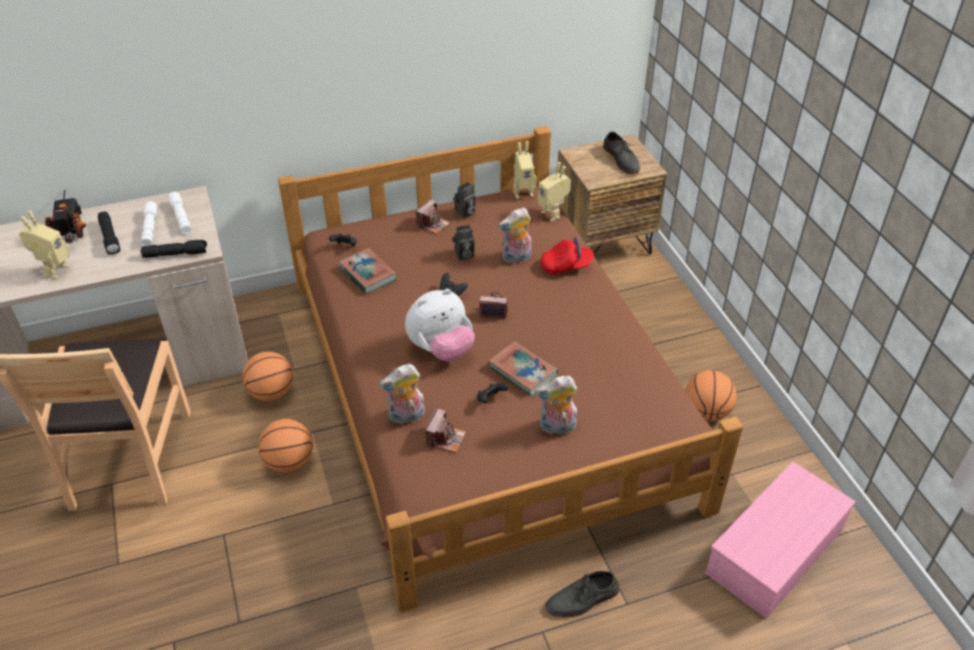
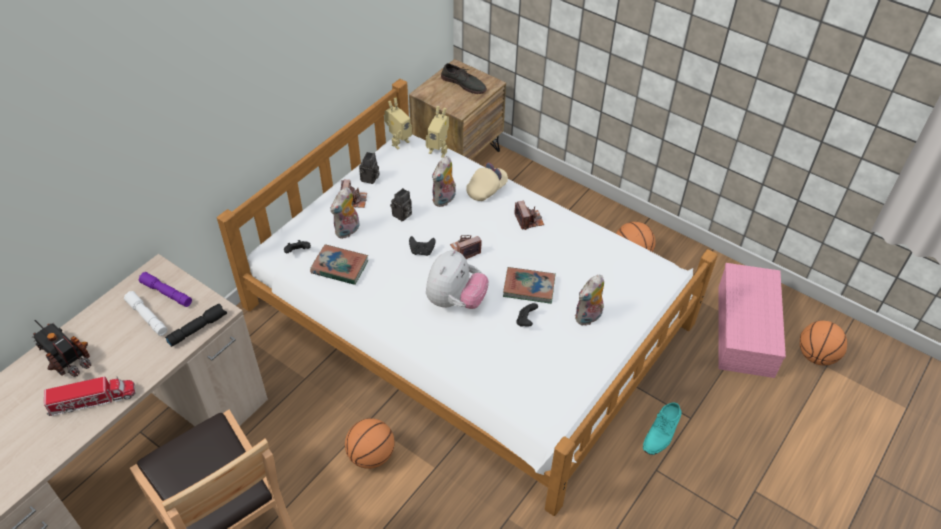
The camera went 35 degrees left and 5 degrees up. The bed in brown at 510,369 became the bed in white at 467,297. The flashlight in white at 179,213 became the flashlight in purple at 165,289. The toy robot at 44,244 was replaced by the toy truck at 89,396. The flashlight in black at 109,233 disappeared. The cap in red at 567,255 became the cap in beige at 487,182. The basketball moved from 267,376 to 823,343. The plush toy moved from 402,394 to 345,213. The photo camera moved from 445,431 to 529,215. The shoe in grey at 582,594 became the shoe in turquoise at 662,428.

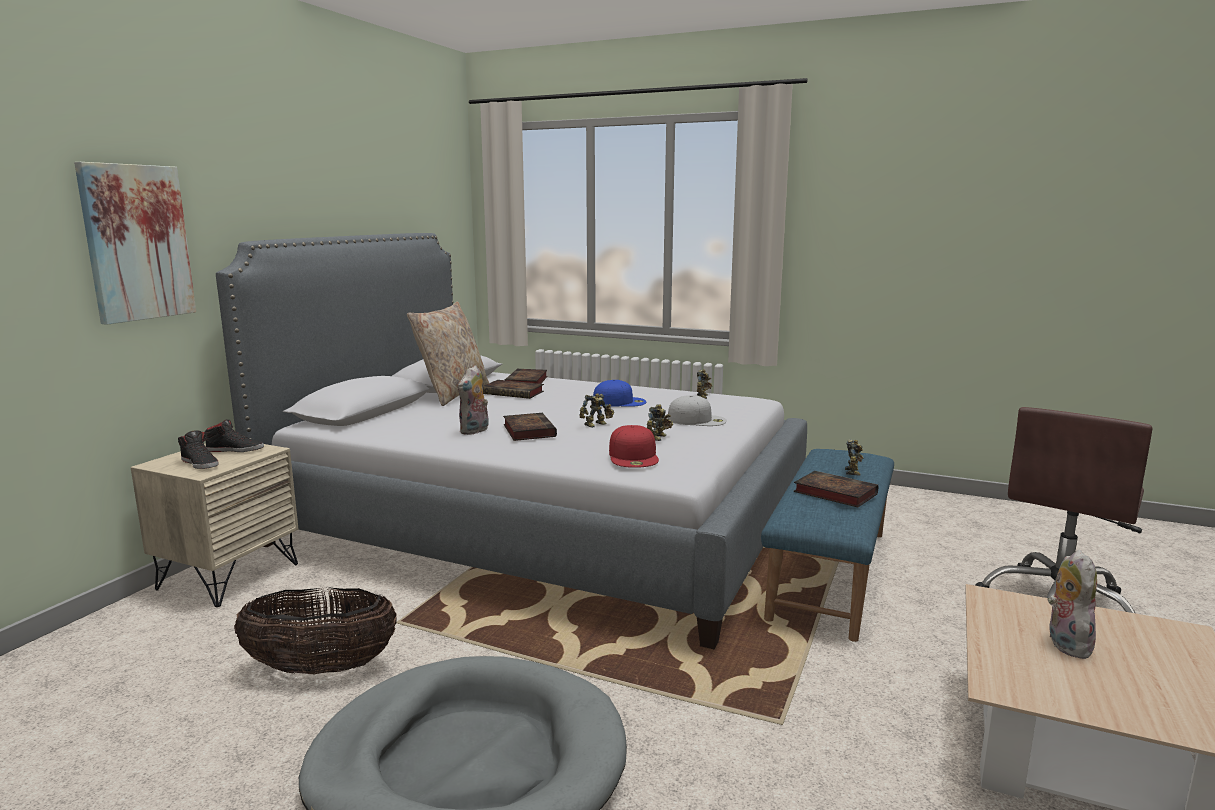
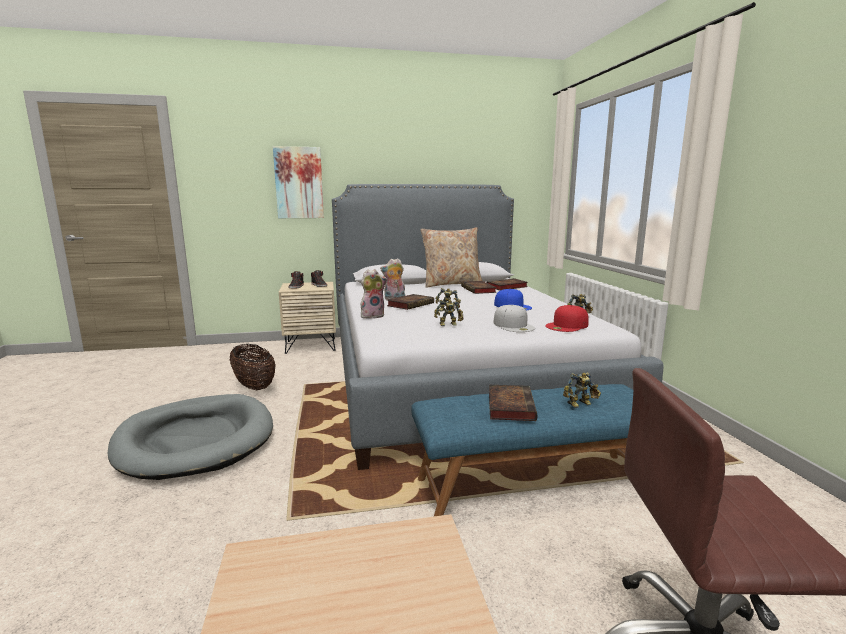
The camera went 55 degrees right and 0 degrees up. The cap in red moved from 634,446 to 567,318. The plush toy moved from 1072,604 to 374,294.

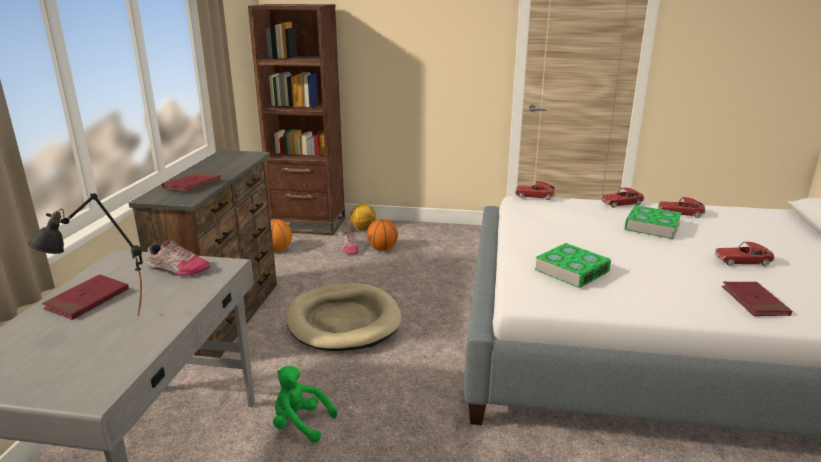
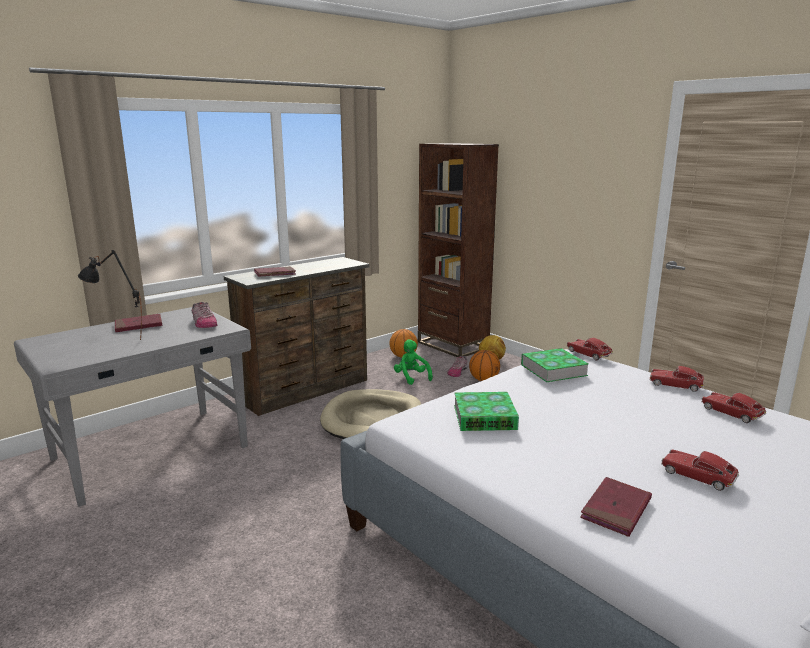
The camera went 40 degrees right and 5 degrees down. The book moved from 653,222 to 555,365. The plush toy in green moved from 305,404 to 413,362.

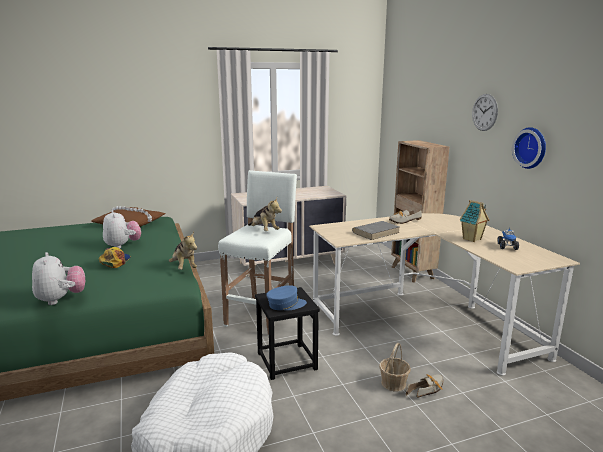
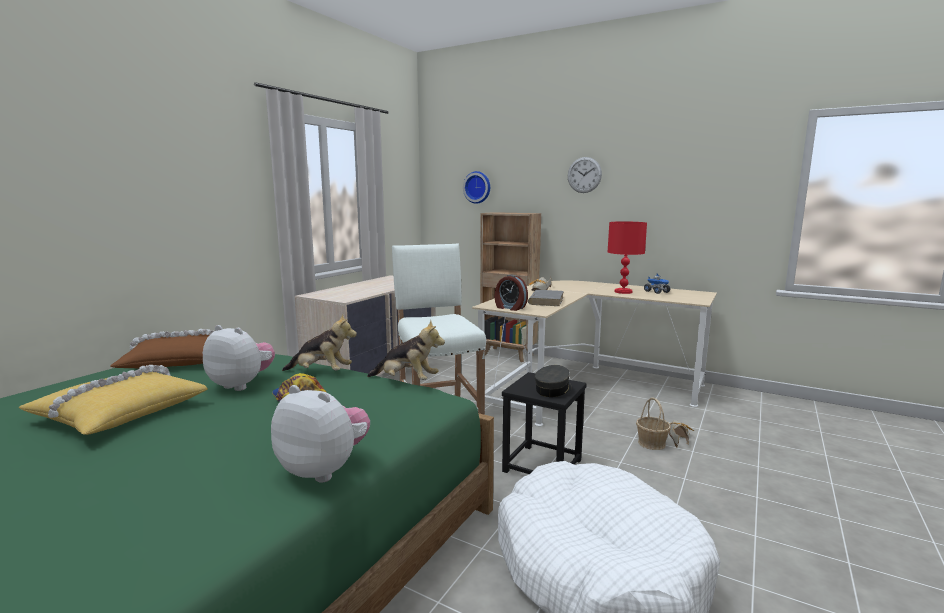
The camera went 40 degrees left and 5 degrees down. The wall clock moved from 529,148 to 476,187. The plush toy moved from 265,214 to 319,342. The toy house at 474,221 was replaced by the table lamp in red at 627,257. The cap in blue at 286,297 became the cap in grey at 553,381. The alarm clock at 511,292 appeared. The pillow in yellow at 113,400 appeared.

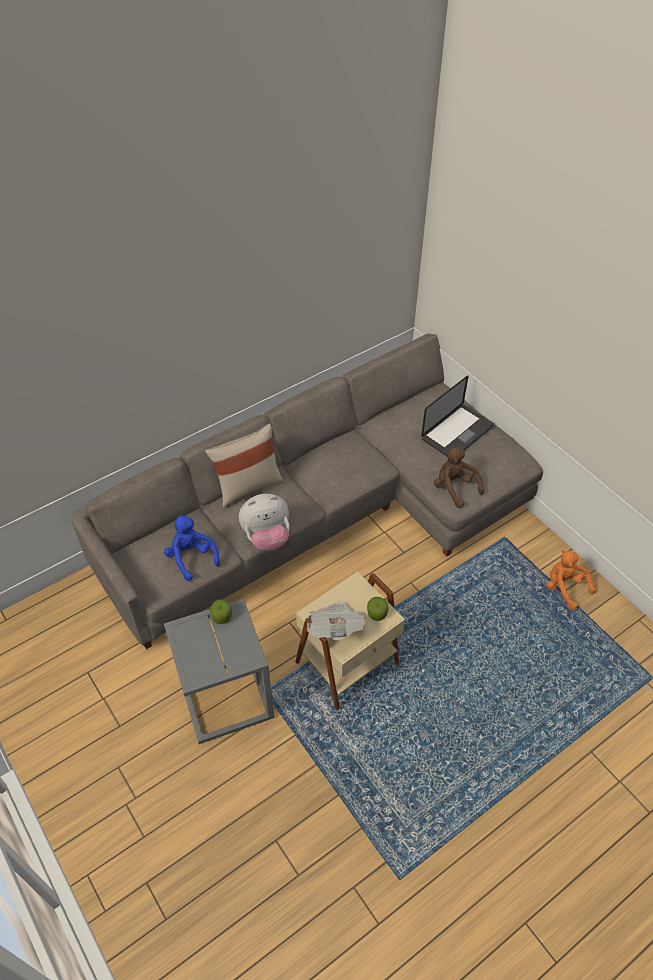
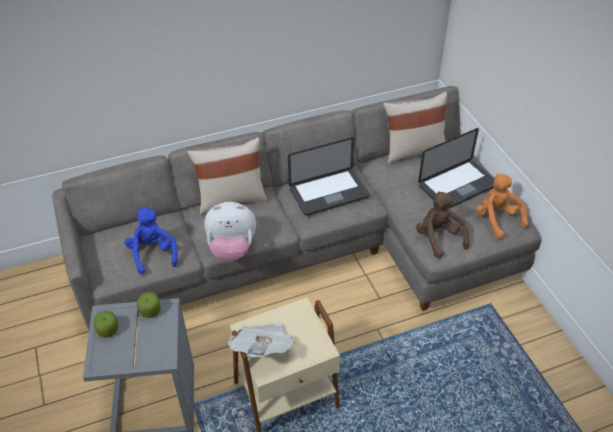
The camera went 15 degrees right and 5 degrees down. The plush toy in orange moved from 571,580 to 502,206. The apple moved from 377,609 to 105,324. The pillow in beige at 415,128 appeared. The laptop at 329,176 appeared.

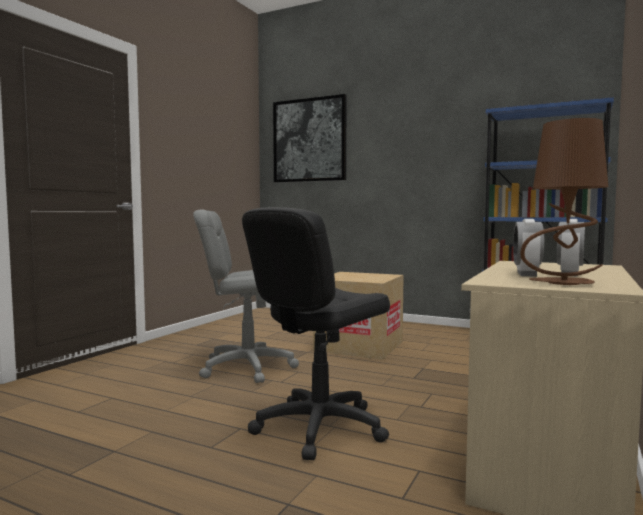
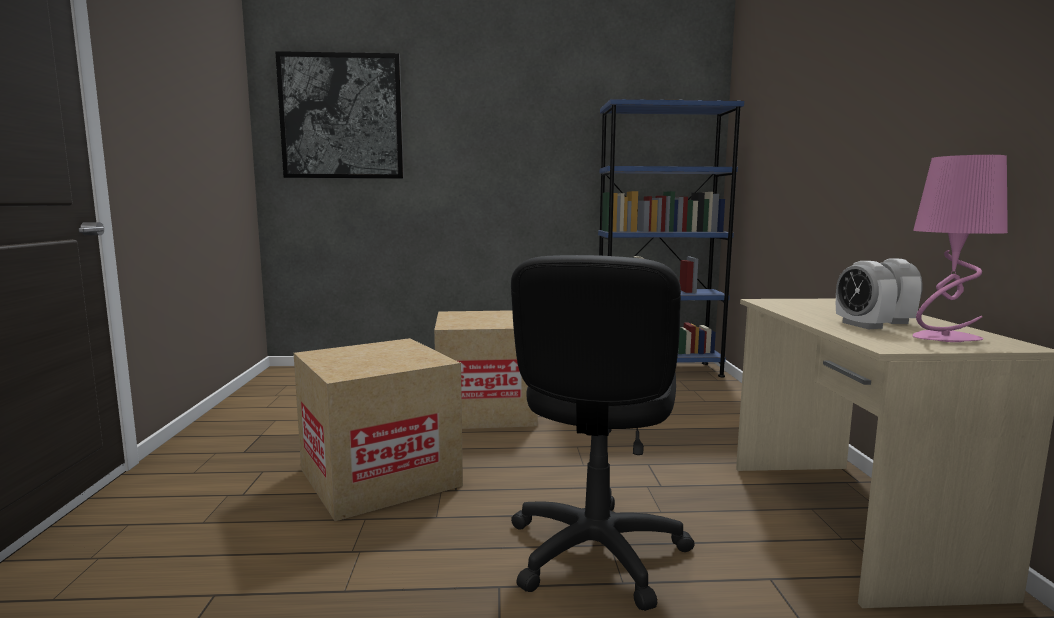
The camera went 30 degrees left and 5 degrees up. The table lamp in brown at 564,201 became the table lamp in pink at 960,248. The office chair in grey at 246,296 was replaced by the cardboard box at 378,429.

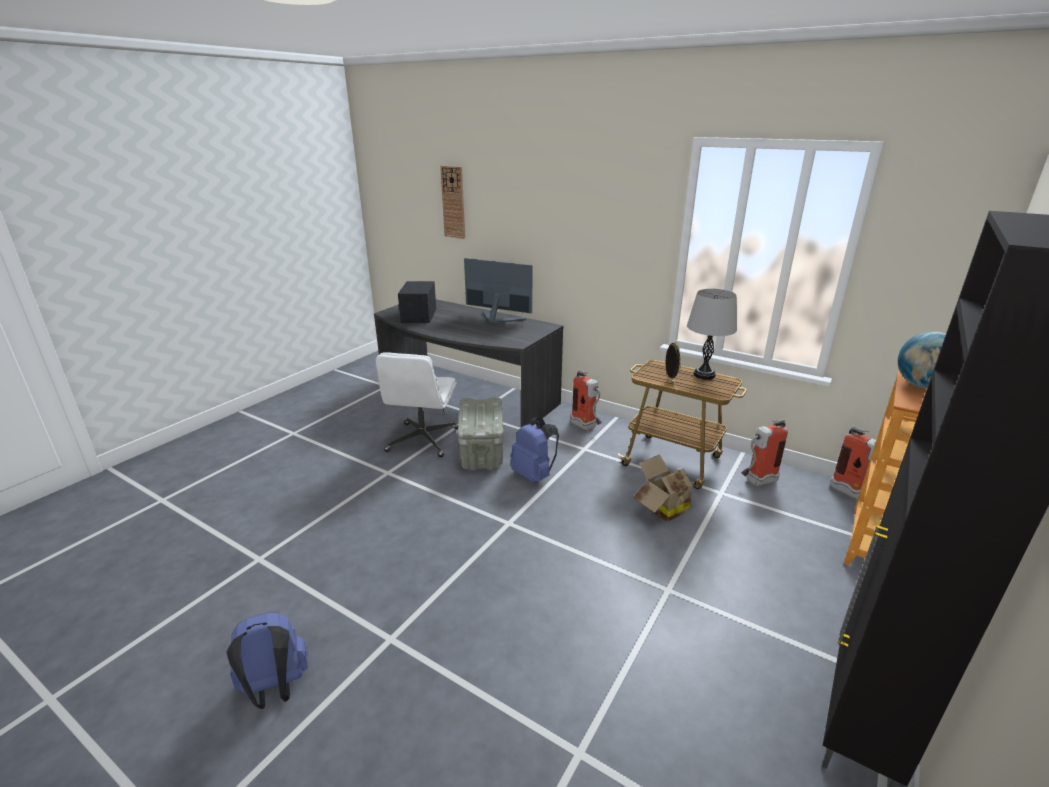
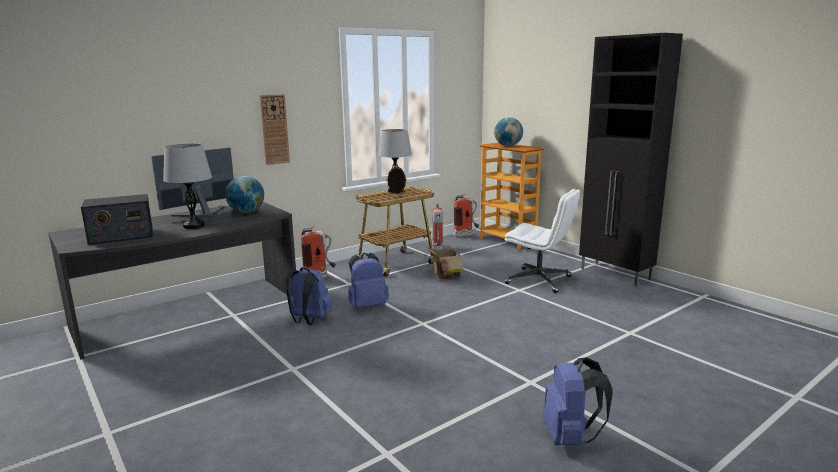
The camera went 70 degrees left and 10 degrees down. The wall clock moved from 452,202 to 275,129. The radio at 417,302 turned 45 degrees counterclockwise. The office chair in white moved from 417,404 to 542,241. The storage box in grey at 480,434 was replaced by the backpack in blue at 308,296. The table lamp in grey at 187,186 appeared. The globe at 244,194 appeared.

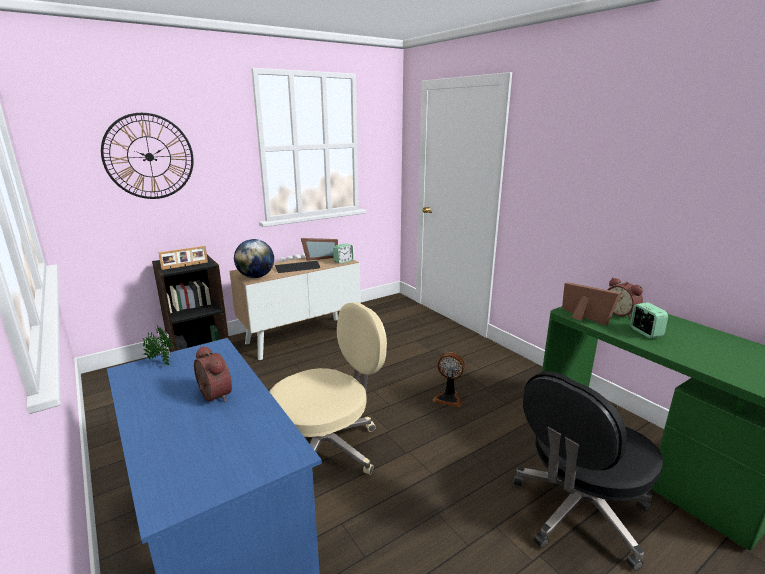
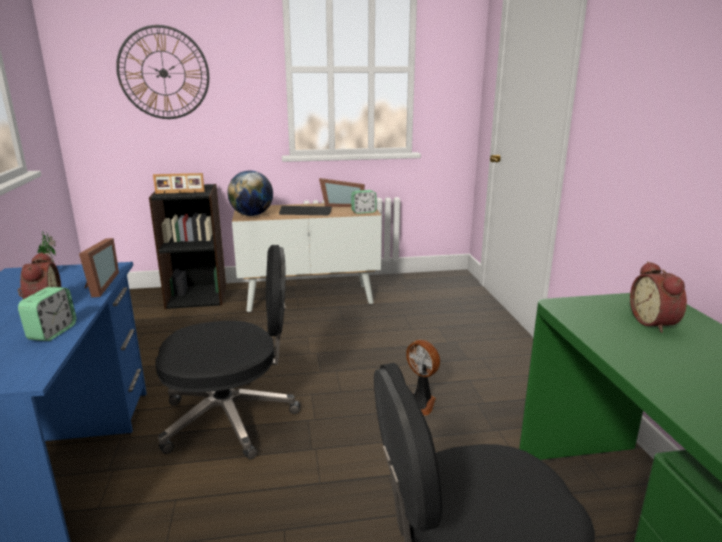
The camera went 25 degrees right and 0 degrees up. The picture frame moved from 591,303 to 99,267. The office chair in beige at 328,388 became the office chair in black at 227,352. The alarm clock moved from 649,320 to 47,314.

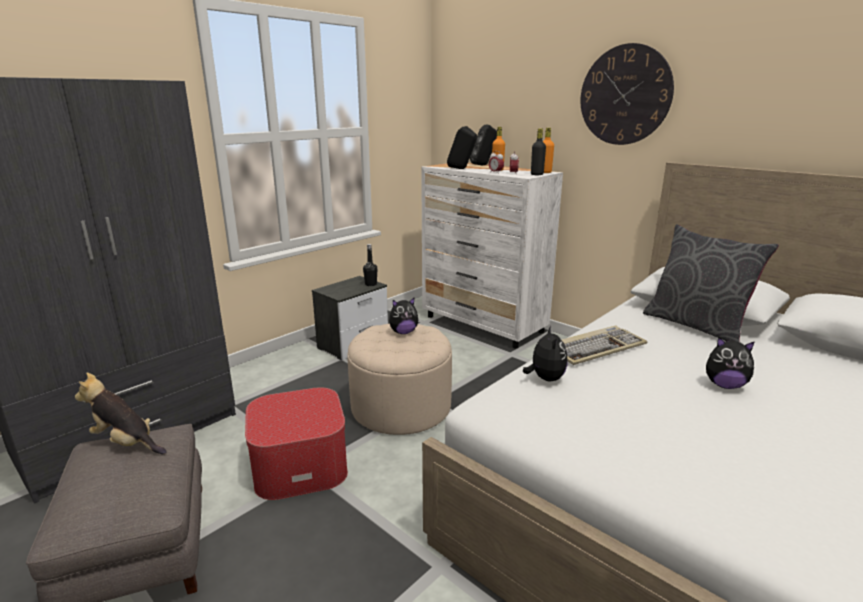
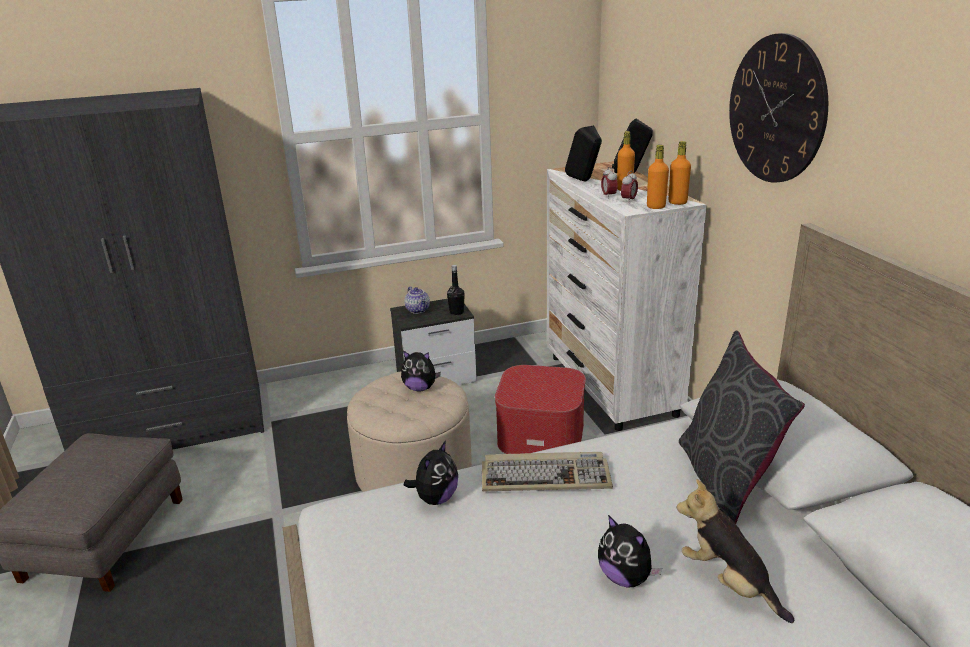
The camera went 30 degrees right and 5 degrees up. The bottle in black at 538,152 became the bottle in orange at 658,177. The plush toy moved from 121,413 to 736,551. The ottoman moved from 296,443 to 540,409. The teapot at 417,300 appeared.

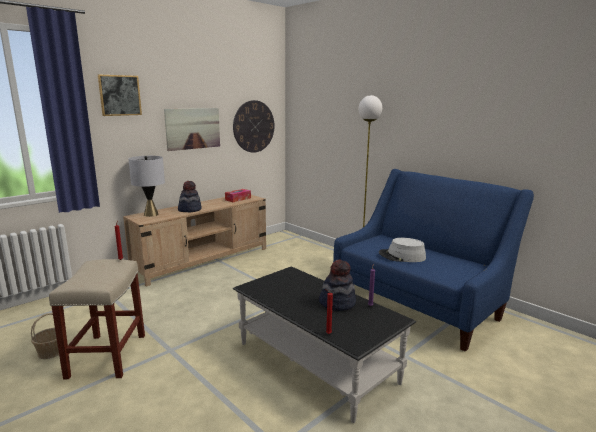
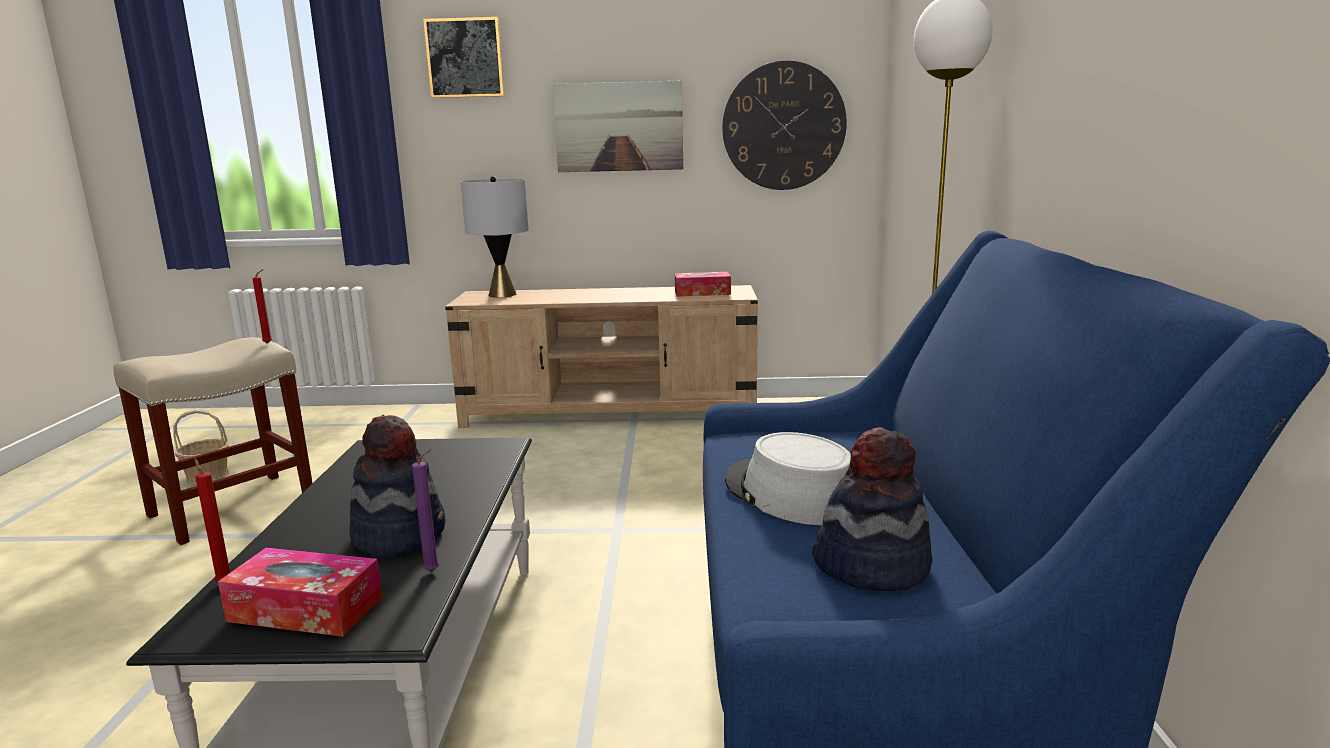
The camera went 45 degrees right and 0 degrees up. The hat moved from 190,196 to 872,509. The tissue box at 300,592 appeared.

